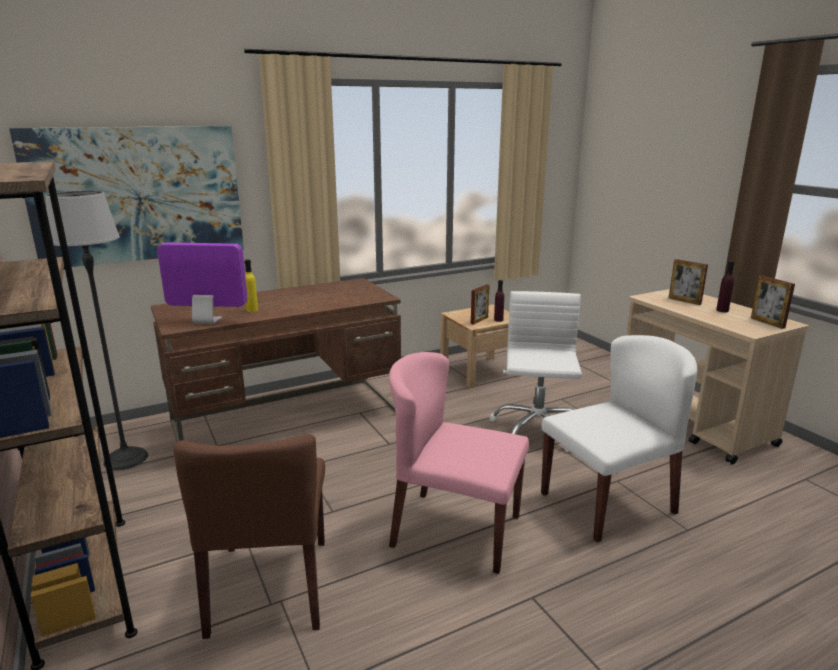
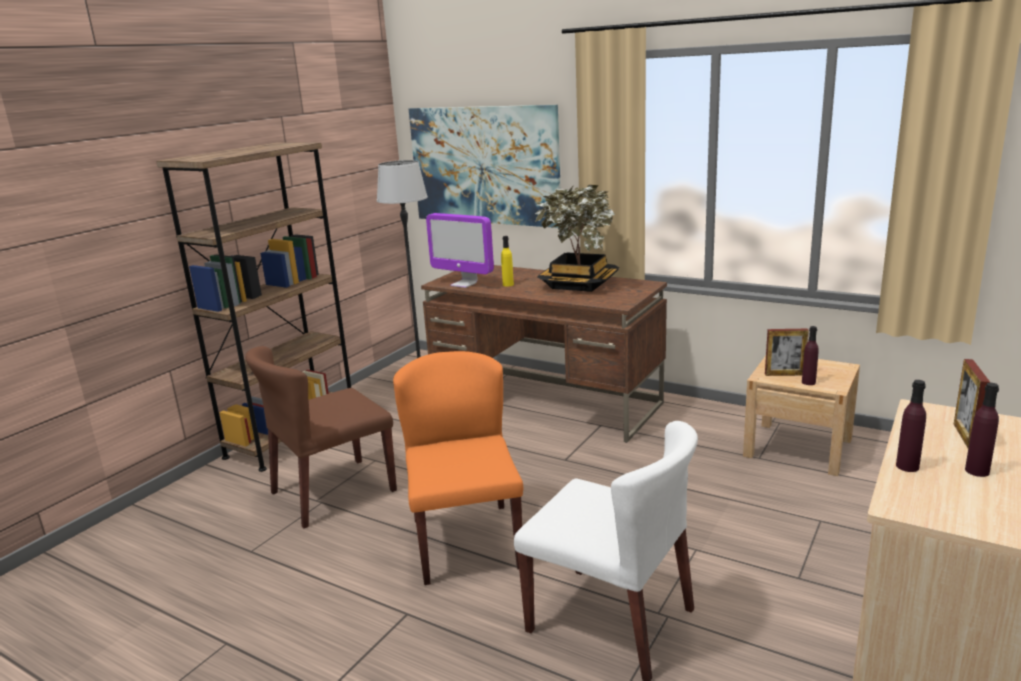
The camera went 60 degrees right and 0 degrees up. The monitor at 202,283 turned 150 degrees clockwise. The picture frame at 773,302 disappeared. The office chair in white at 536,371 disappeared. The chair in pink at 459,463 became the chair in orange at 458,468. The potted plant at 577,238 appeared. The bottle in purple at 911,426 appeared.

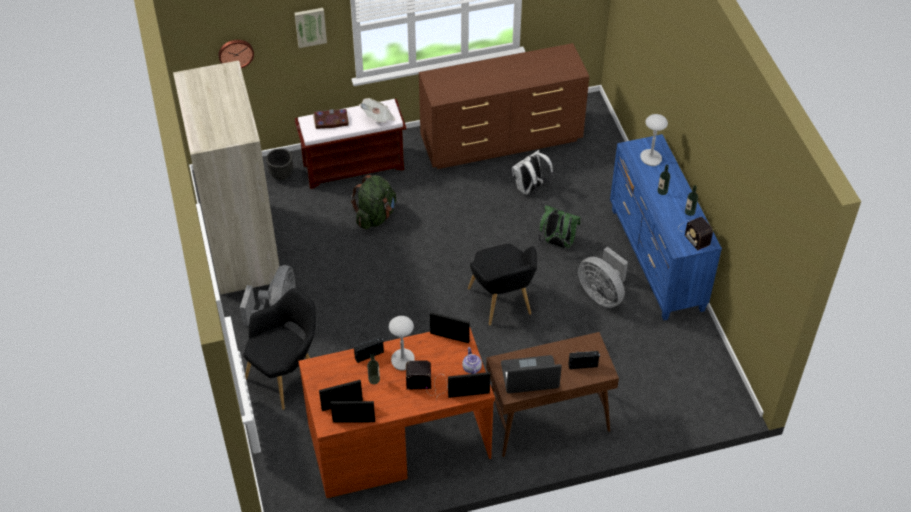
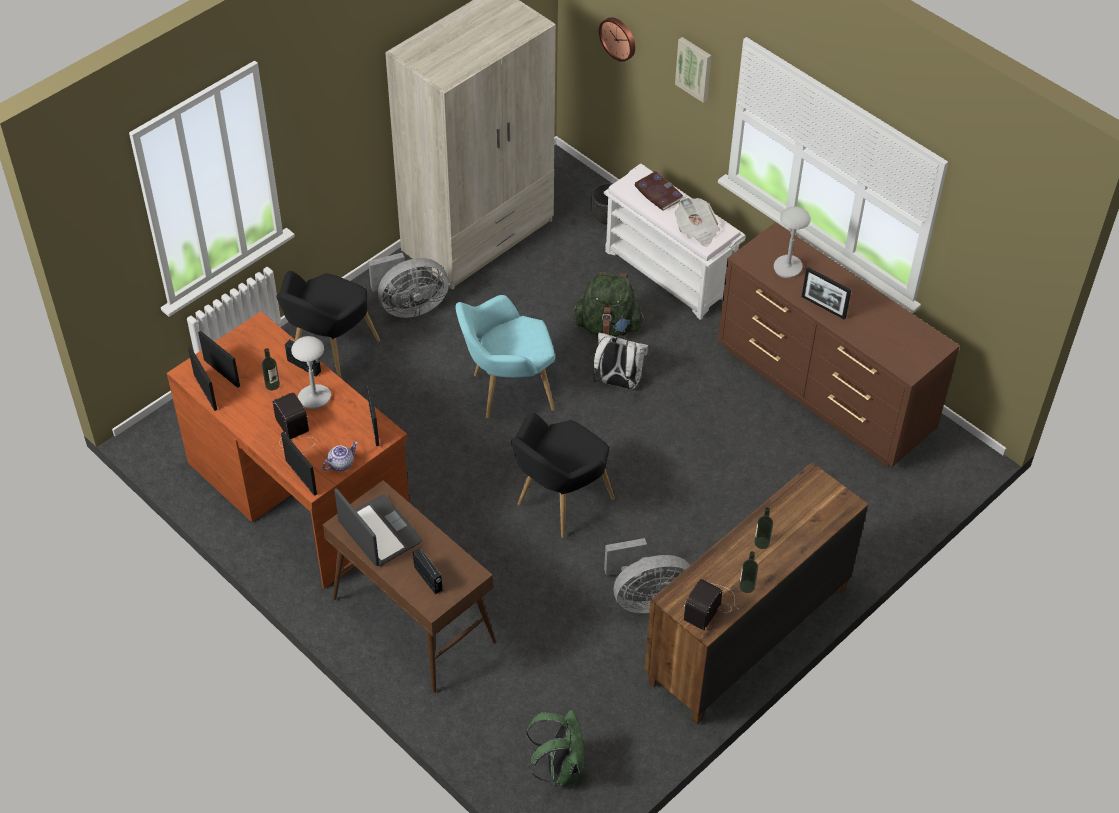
The camera went 60 degrees right and 0 degrees up. The bench in brown at 351,144 became the bench in white at 674,242. The table lamp in grey moved from 654,140 to 792,242. The dresser in blue at 666,227 became the dresser in brown at 756,593. The backpack in white moved from 532,172 to 621,361. The backpack in green moved from 560,226 to 556,748. The fan in grey at 603,277 turned 120 degrees counterclockwise. The armchair in black at 279,349 turned 105 degrees clockwise. The picture frame at 826,293 appeared. The armchair in turquoise at 505,356 appeared.

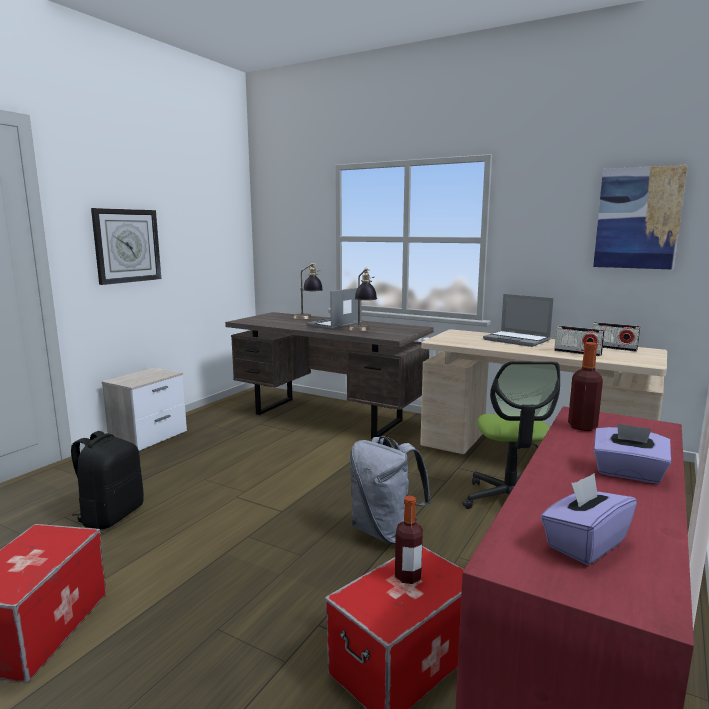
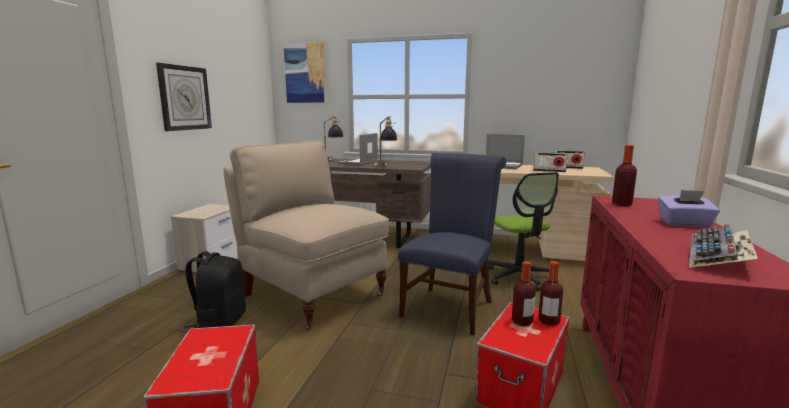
The camera went 15 degrees left and 0 degrees up. The picture moved from 640,217 to 305,72. The backpack in grey at 390,490 was replaced by the chair in blue at 452,244. The tissue box in purple at 589,519 was replaced by the keyboard at 723,246. The chair in beige at 306,235 appeared. The bottle at 550,293 appeared.

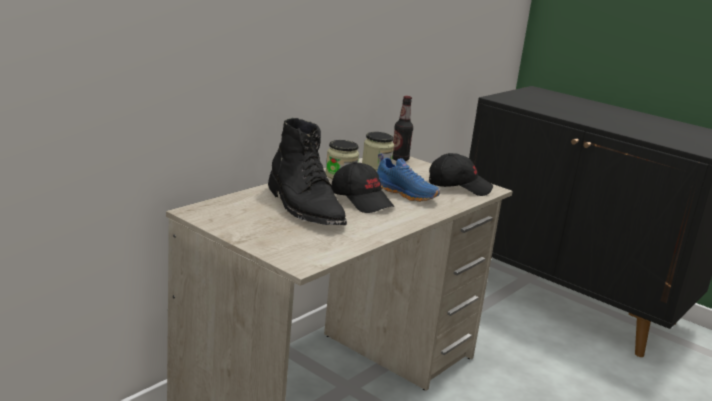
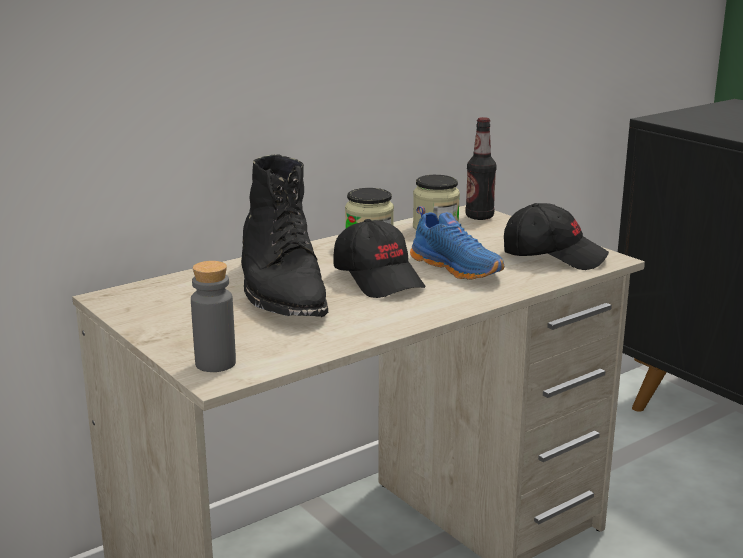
The camera went 15 degrees right and 0 degrees up. The bottle in grey at 213,316 appeared.

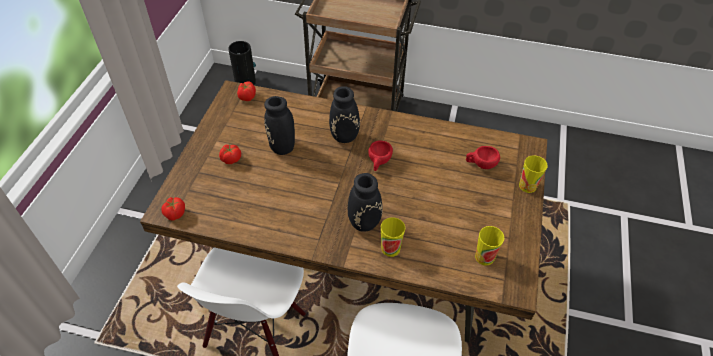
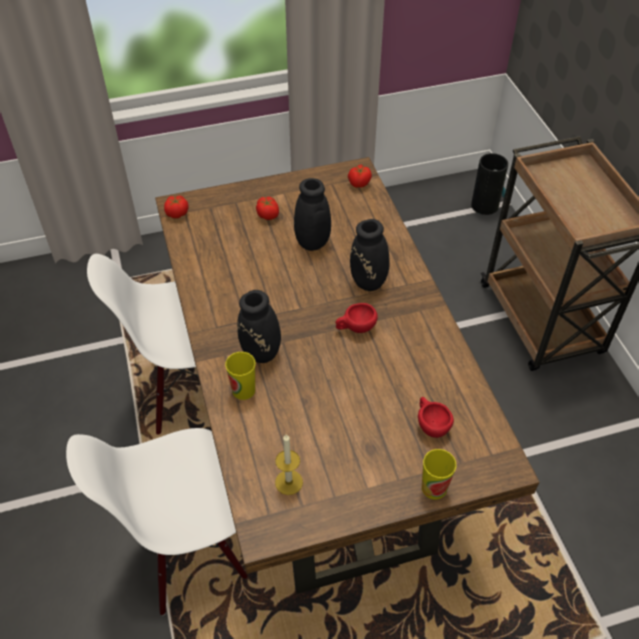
The camera went 60 degrees right and 0 degrees up. The cup at 489,245 was replaced by the candle at 289,464.

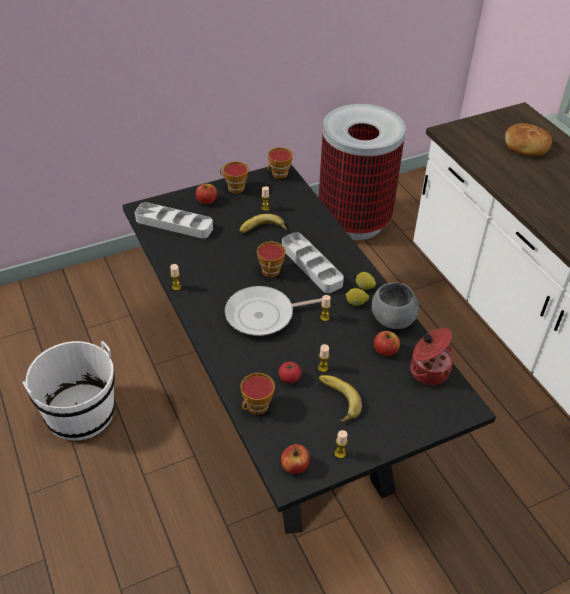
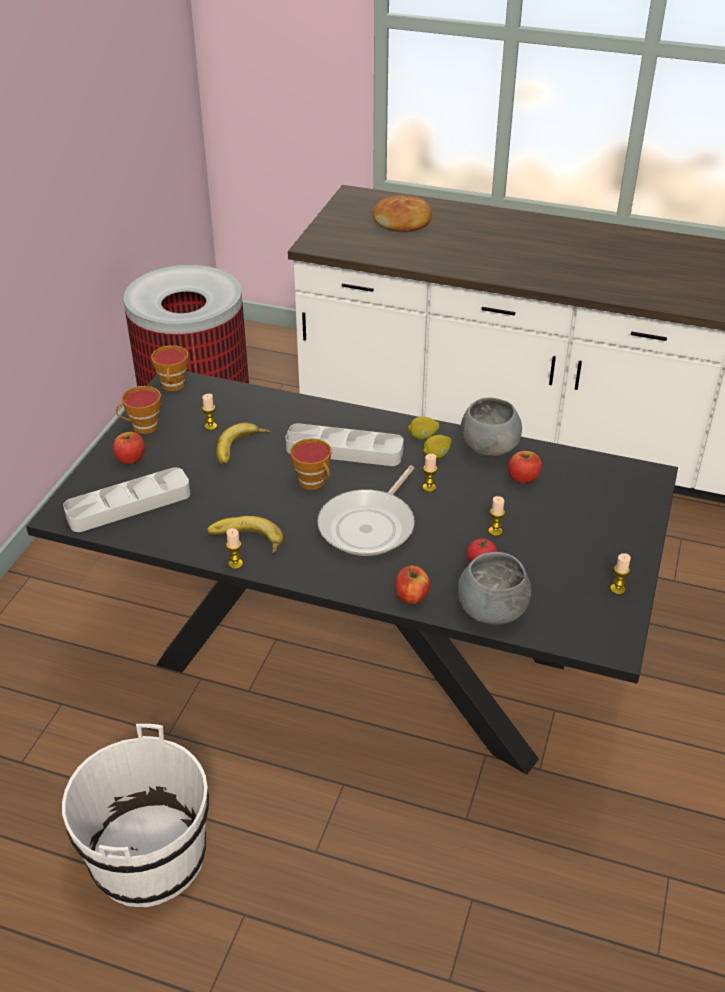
The camera went 45 degrees left and 5 degrees down. The cooking pot at 431,356 disappeared. The cup at 257,394 was replaced by the bowl in grey at 494,588. The banana moved from 340,399 to 245,535. The apple moved from 295,459 to 412,584.

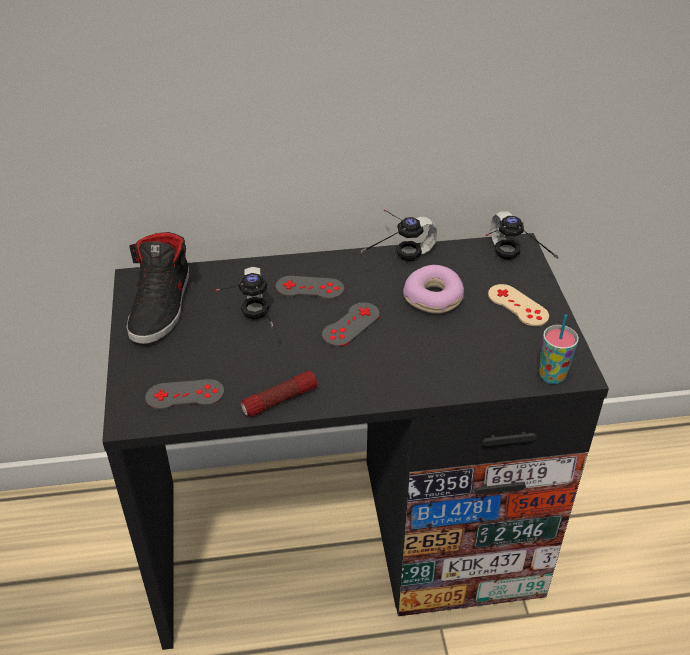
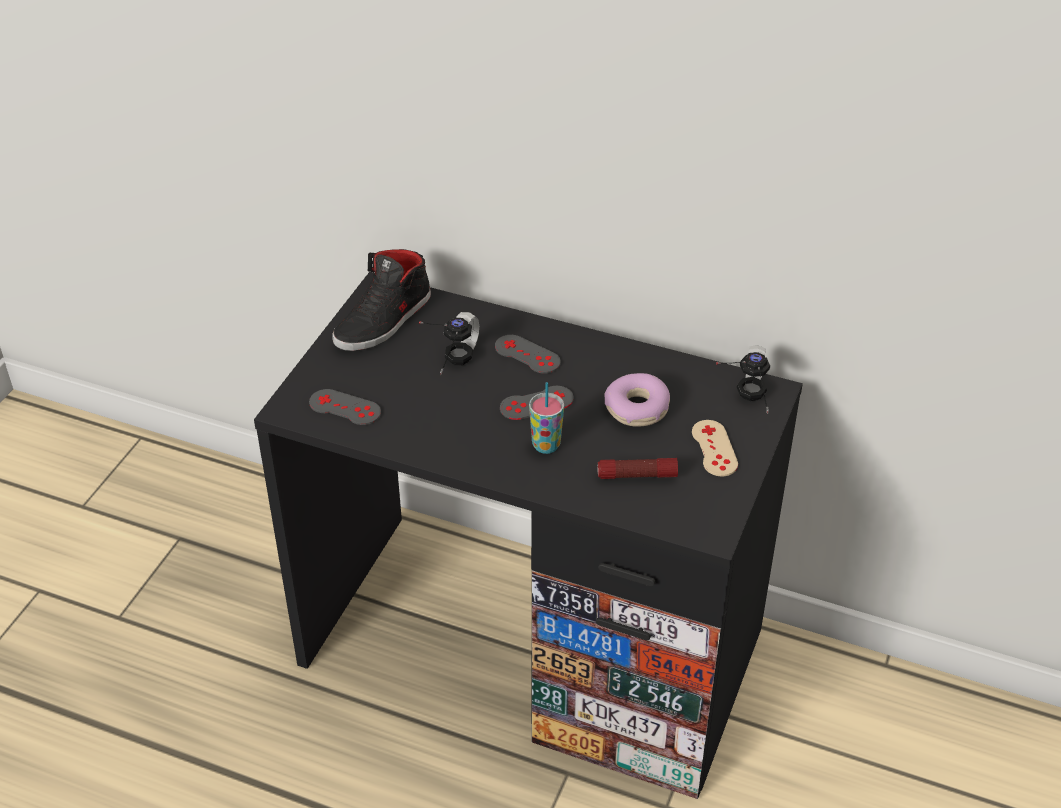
The camera went 30 degrees right and 0 degrees up. The headphones at 398,235 disappeared. The cup moved from 559,349 to 546,418. The flashlight moved from 279,393 to 637,468.

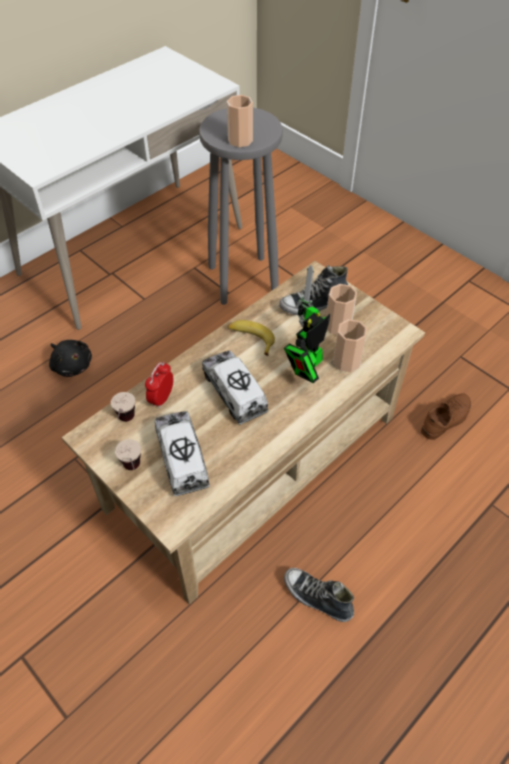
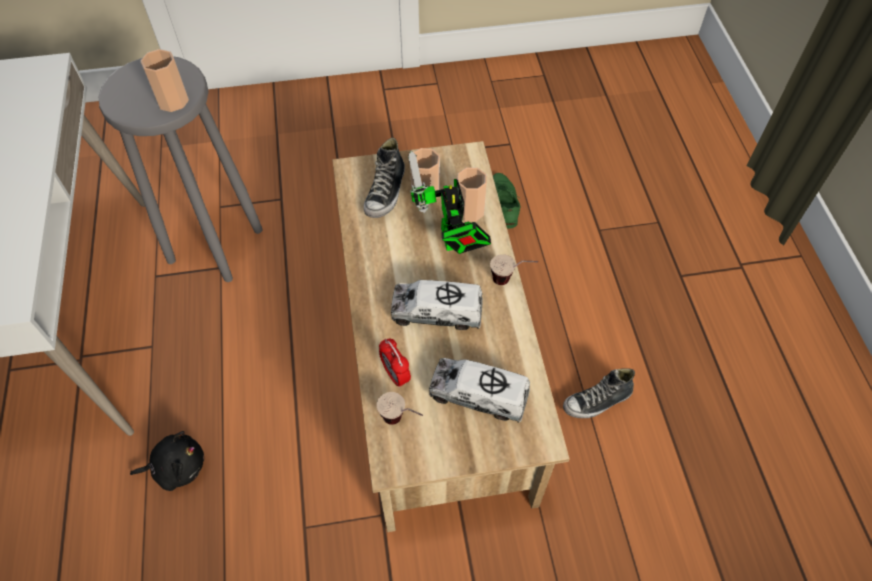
The camera went 55 degrees left and 5 degrees up. The banana at 251,338 disappeared. The shoe in brown at 446,416 became the shoe in green at 506,201. The cup moved from 128,454 to 514,269.

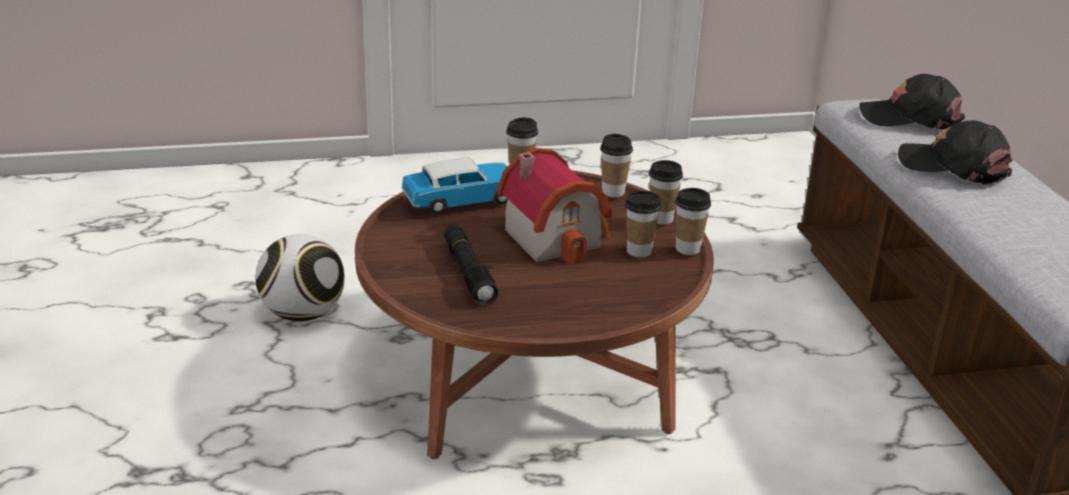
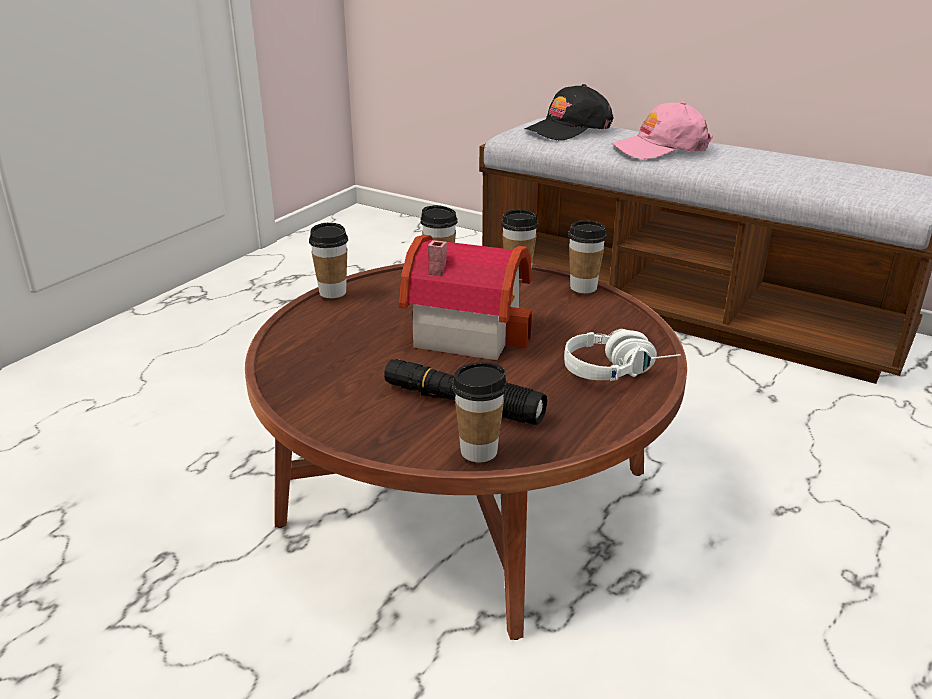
The camera went 45 degrees left and 0 degrees up. The cap in black at 955,152 became the cap in pink at 662,130. The toy car at 454,185 disappeared. The cup moved from 643,224 to 479,412. The football at 300,278 disappeared. The headphones in white at 622,355 appeared.

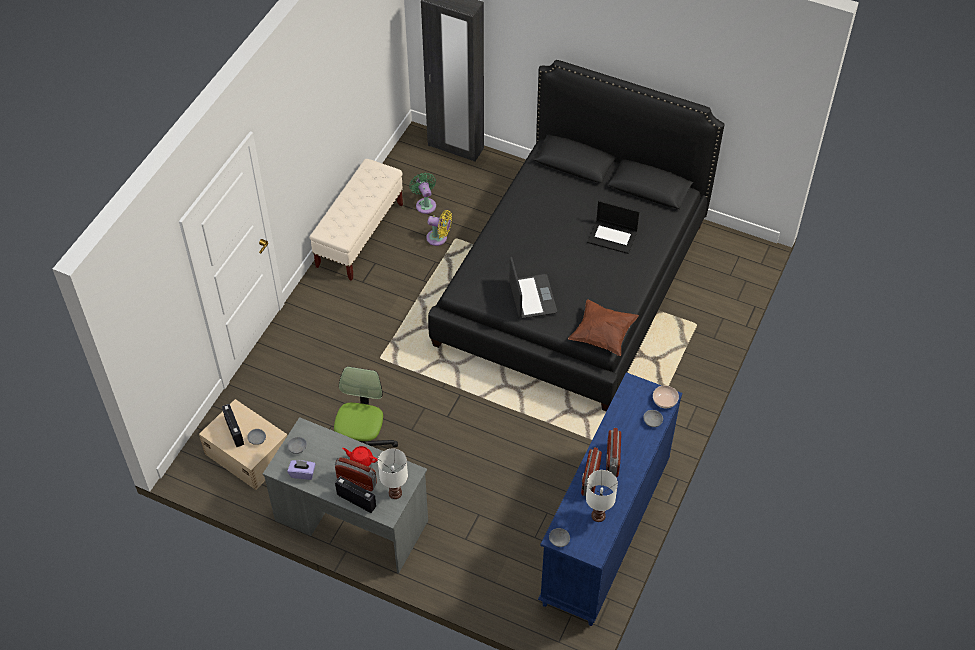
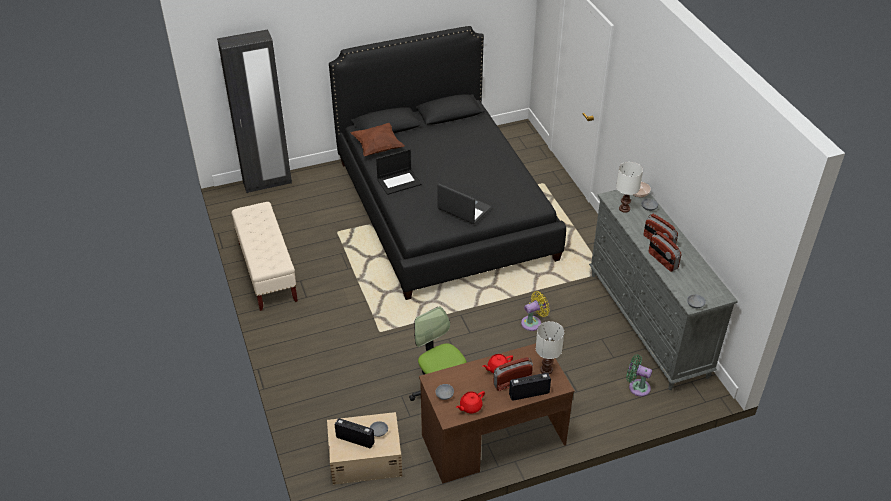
The camera went 45 degrees left and 10 degrees down. The fan in green moved from 422,193 to 639,376. The laptop moved from 613,227 to 399,172. The fan in yellow moved from 439,228 to 535,311. The pillow in brown moved from 603,327 to 378,139. The dresser in blue at 610,499 became the dresser in grey at 663,290. The desk in grey at 345,495 became the desk in brown at 496,413. The tissue box in purple at 301,470 was replaced by the teapot in red at 470,402. The table lamp in white moved from 602,496 to 629,187.

